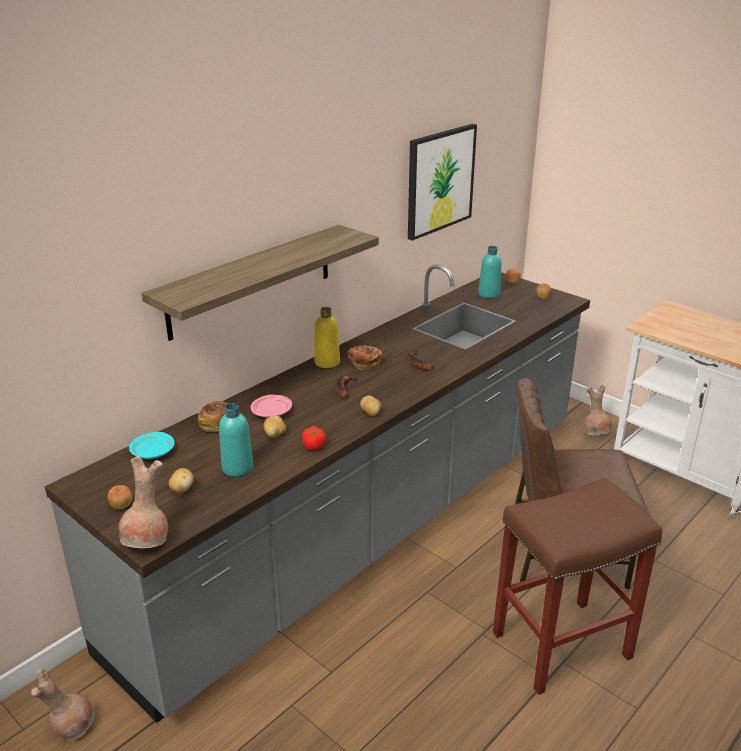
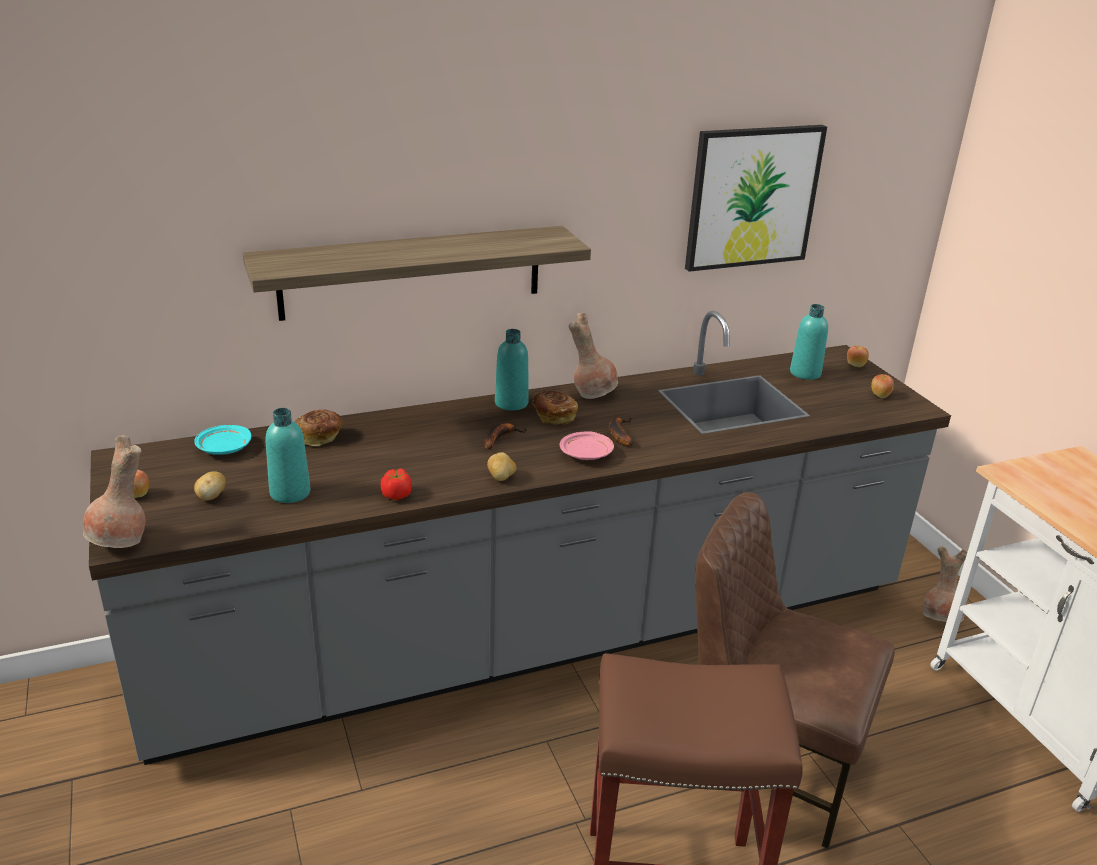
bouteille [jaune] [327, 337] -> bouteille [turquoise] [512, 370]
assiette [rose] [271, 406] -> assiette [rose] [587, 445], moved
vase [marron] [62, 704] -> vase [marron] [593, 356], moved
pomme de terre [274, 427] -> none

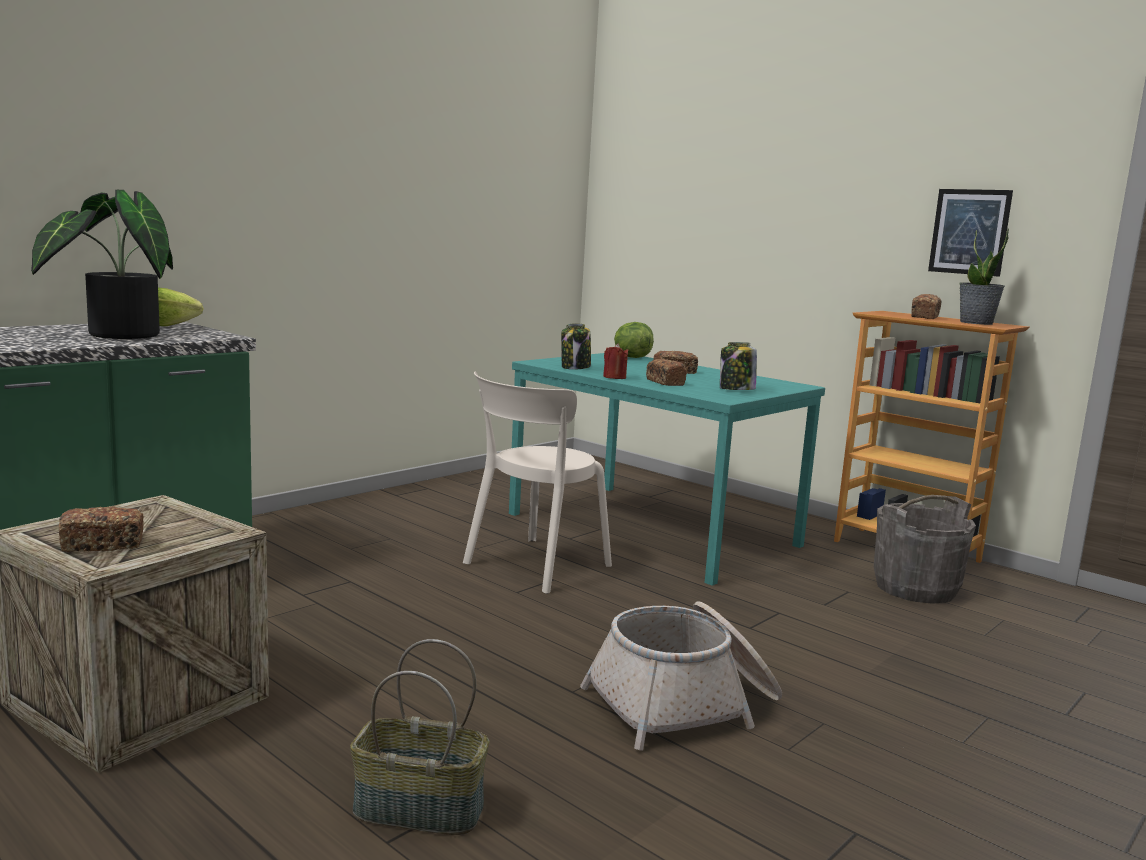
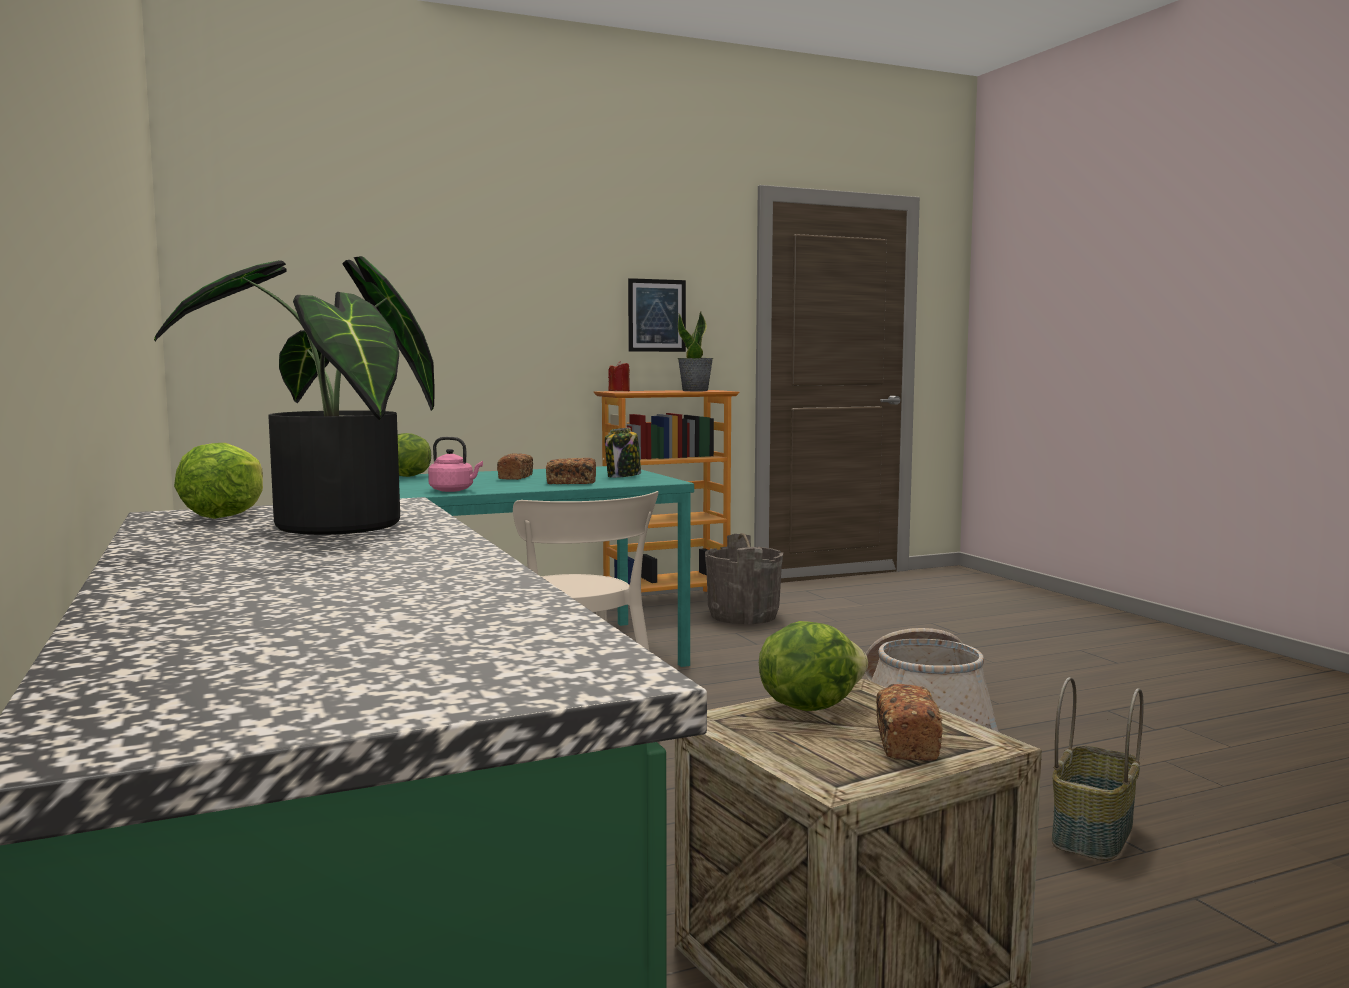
bocal [576, 346] -> bouilloire [rose] [455, 464]
bougie [rouge] [616, 361] -> bougie [rouge] [619, 376], moved
none -> laitue [813, 666]
pain [926, 306] -> none

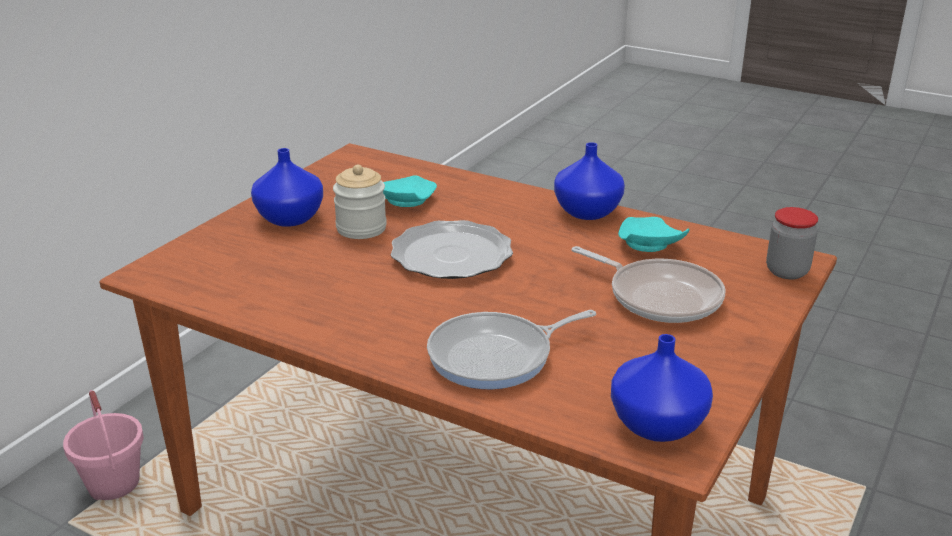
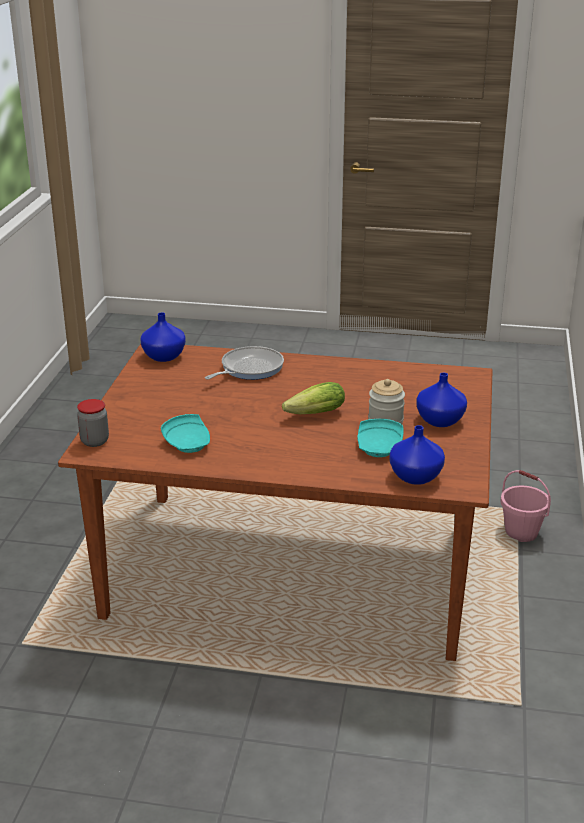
assiette [452, 249] -> laitue [313, 398]
vase [bleu] [589, 181] -> vase [bleu] [417, 455], moved
poêle [648, 284] -> none

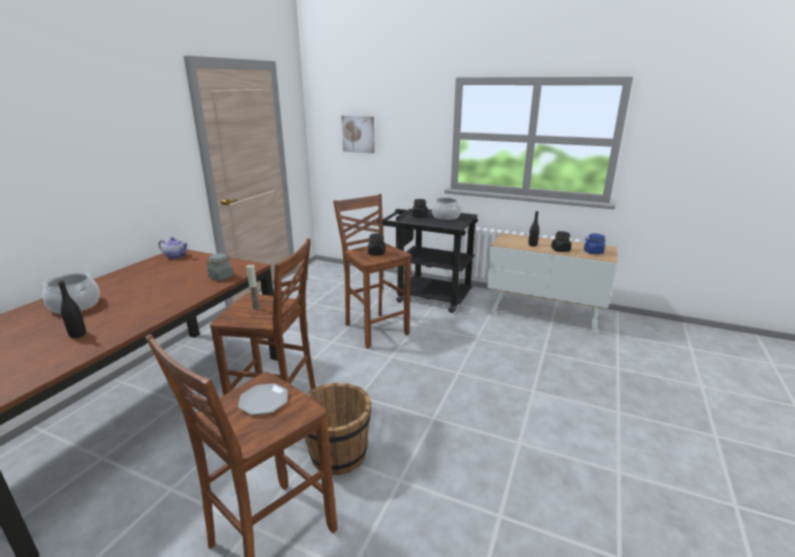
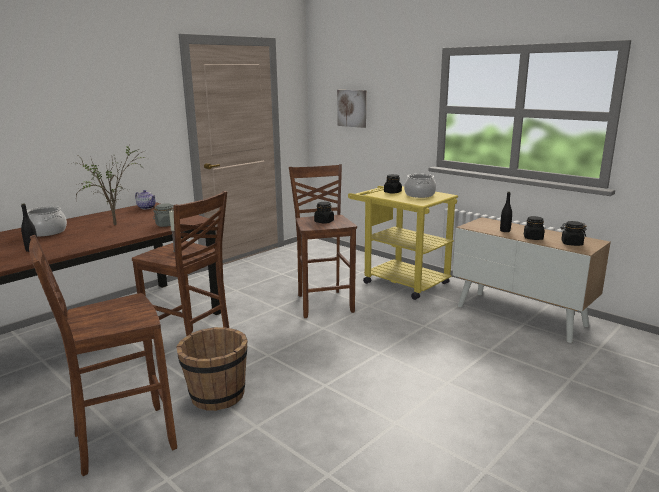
none -> plante en pot [113, 185]
chariot [noir] [427, 261] -> chariot [jaune] [403, 243]
bocal [bleu] [595, 243] -> bocal [noir] [574, 233]
assiette [263, 399] -> none

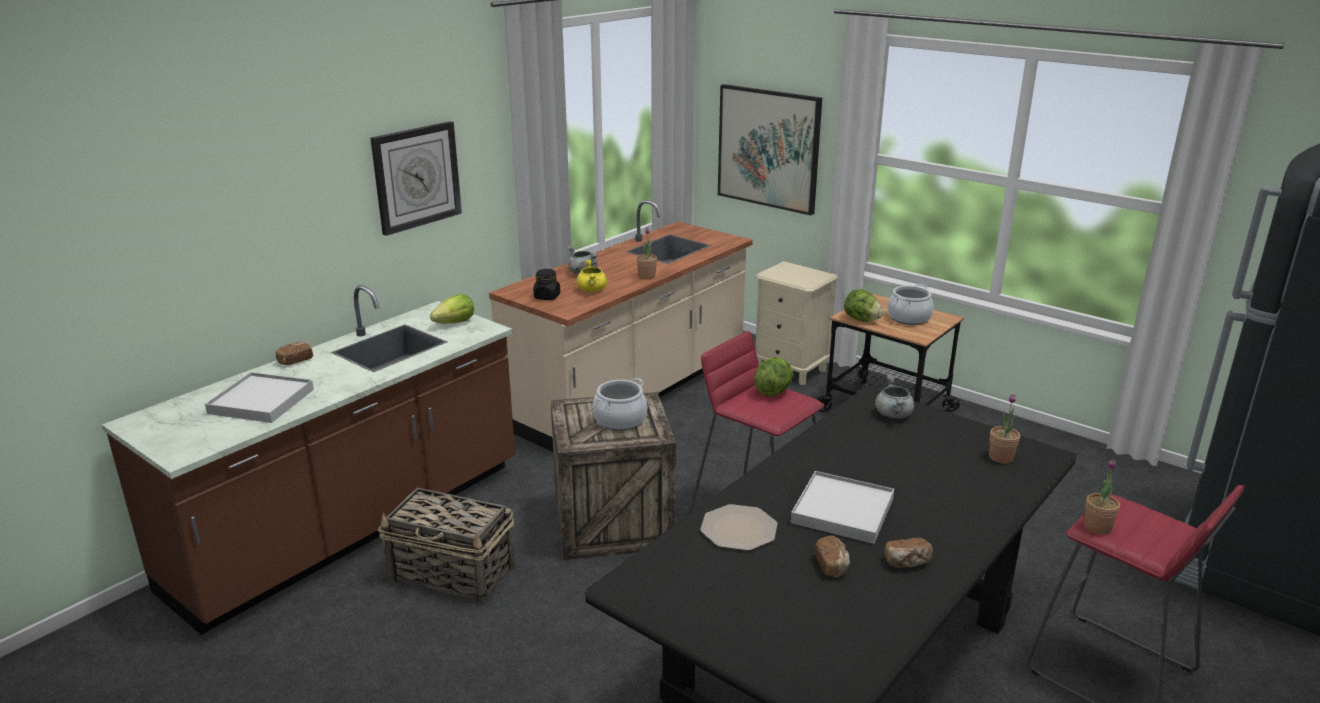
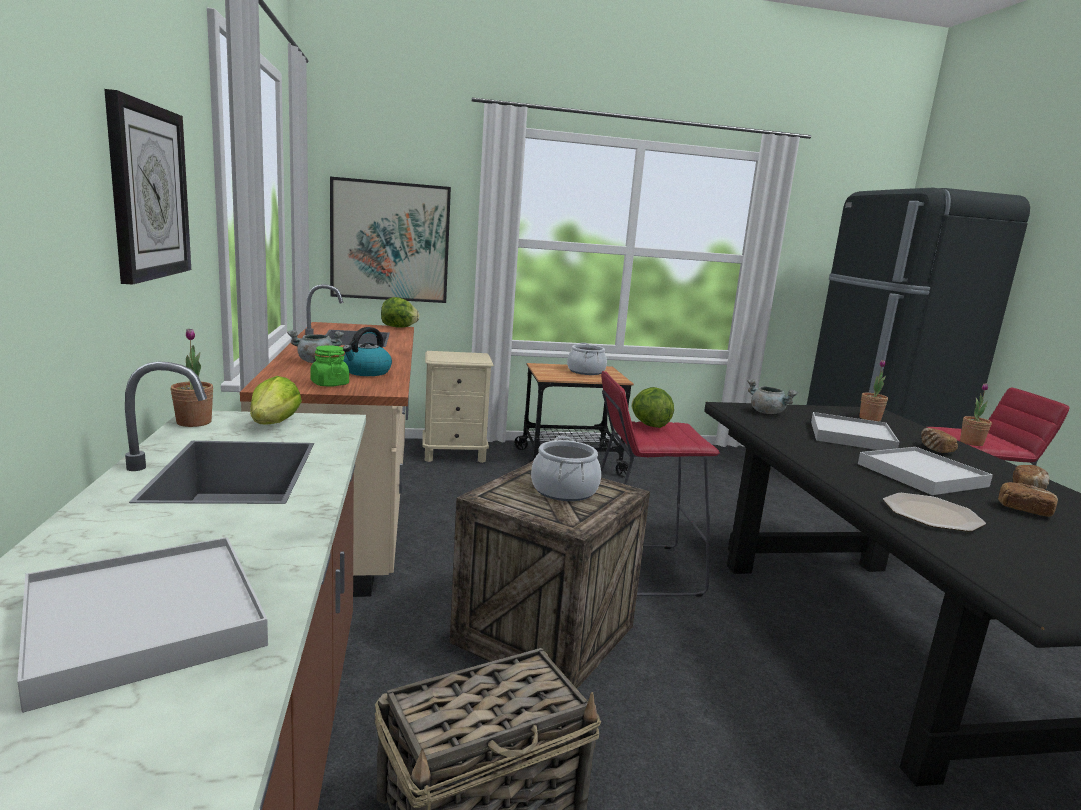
plante en pot [647, 254] -> plante en pot [191, 378], moved
bocal [noir] [546, 284] -> bocal [vert] [330, 366]
marmite [jaune] [592, 275] -> bouilloire [367, 351]
laitue [864, 305] -> laitue [400, 312], moved
none -> plateau [blanc] [855, 431]
pain [294, 353] -> pain [939, 440], moved

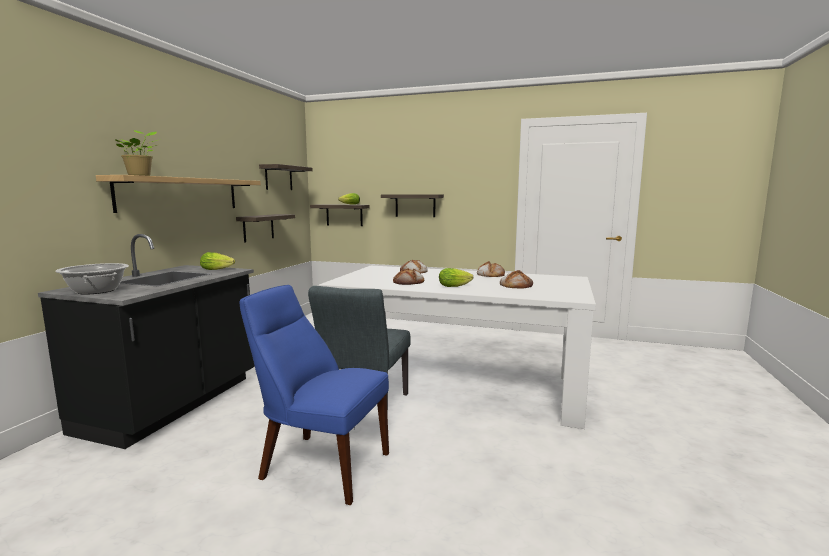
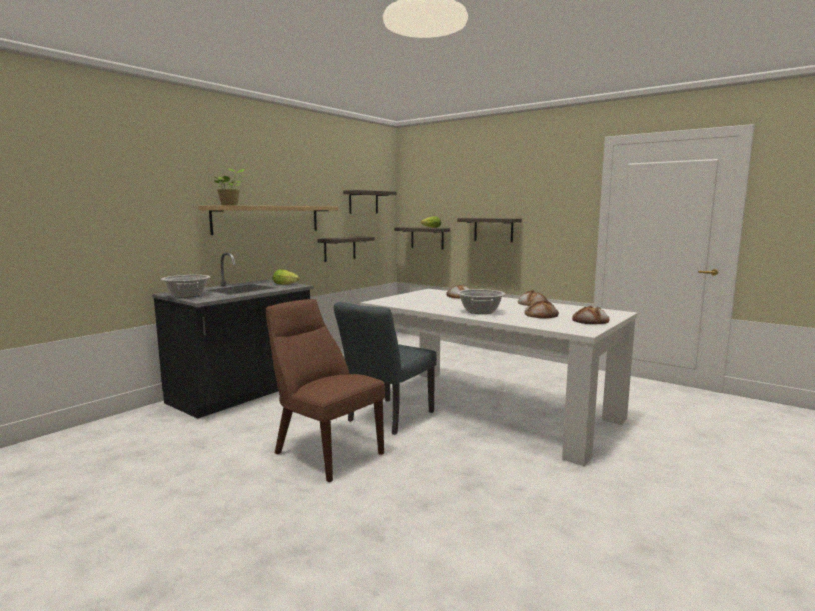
chaise [bleu] [314, 395] -> chaise [marron] [325, 390]
laitue [456, 277] -> marmite [481, 301]
pain [408, 276] -> pain [591, 315], moved

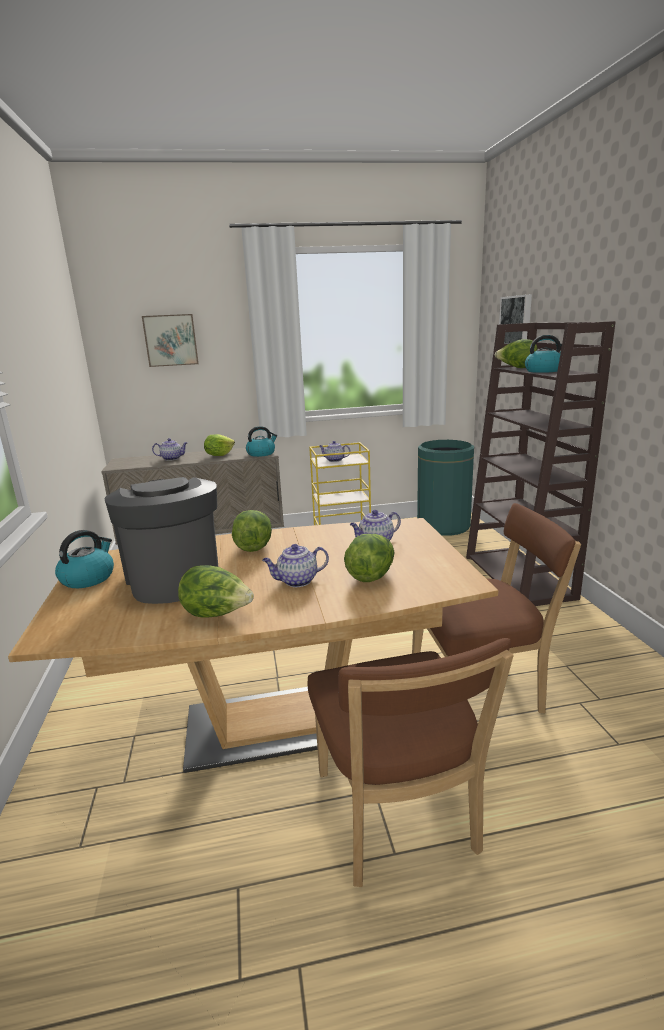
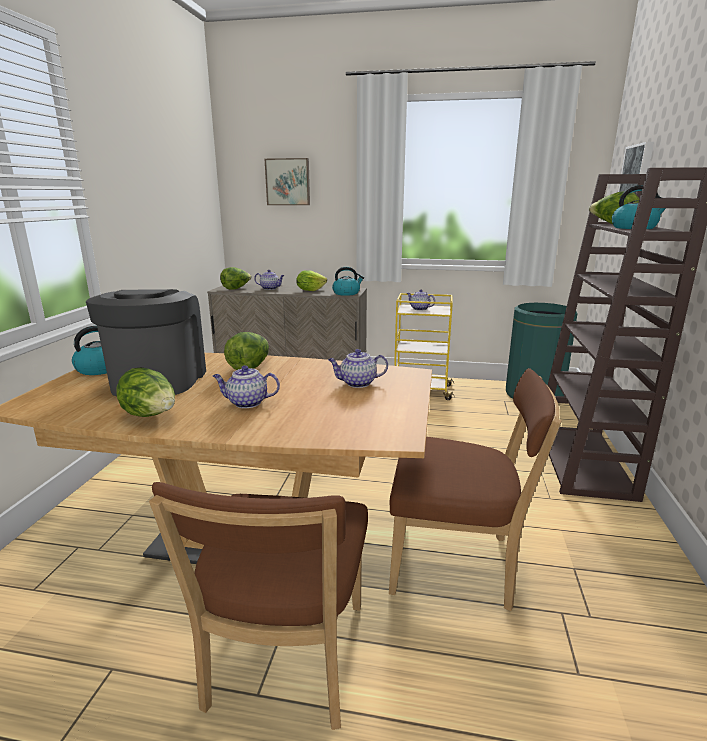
laitue [369, 558] -> laitue [236, 278], moved

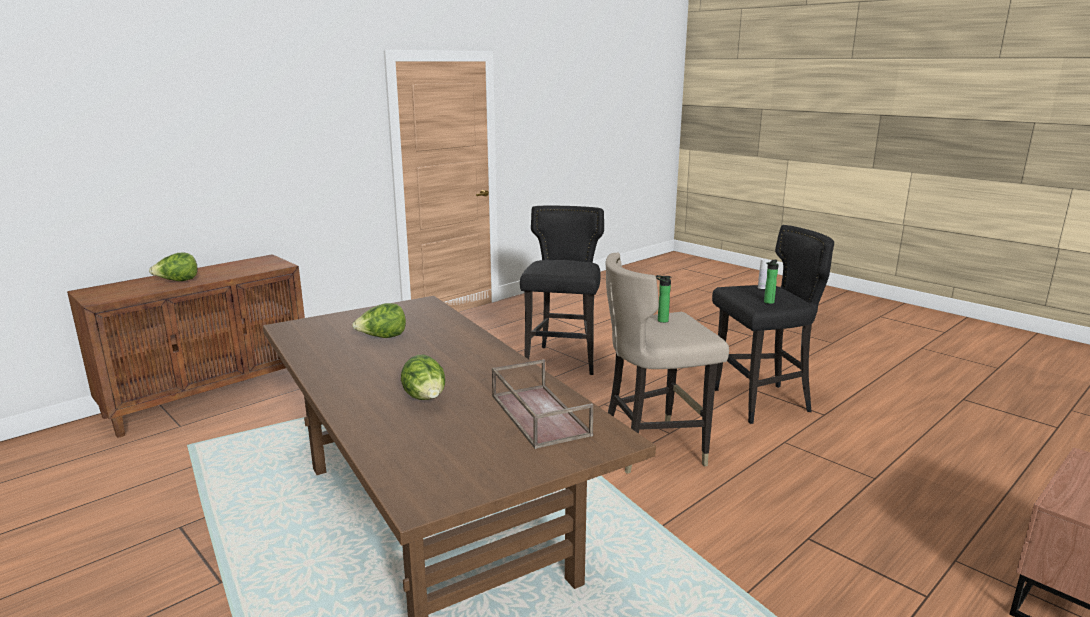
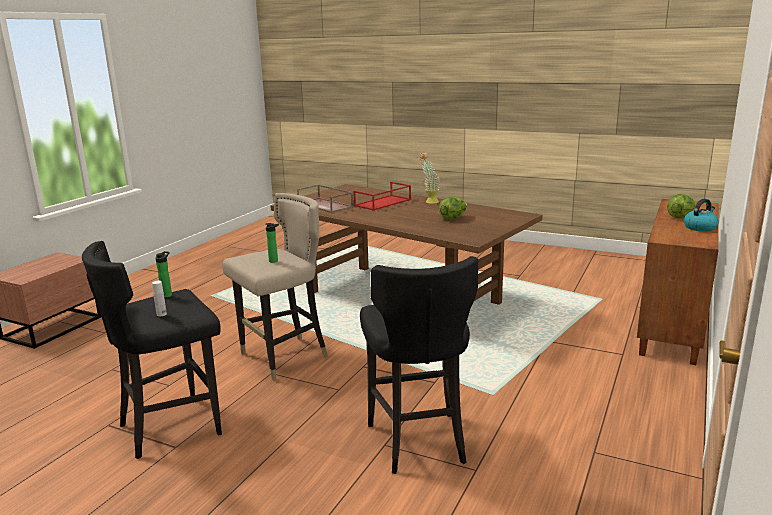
laitue [423, 377] -> plateau [rouge] [382, 196]
none -> plante en pot [429, 178]
none -> bouilloire [701, 215]

